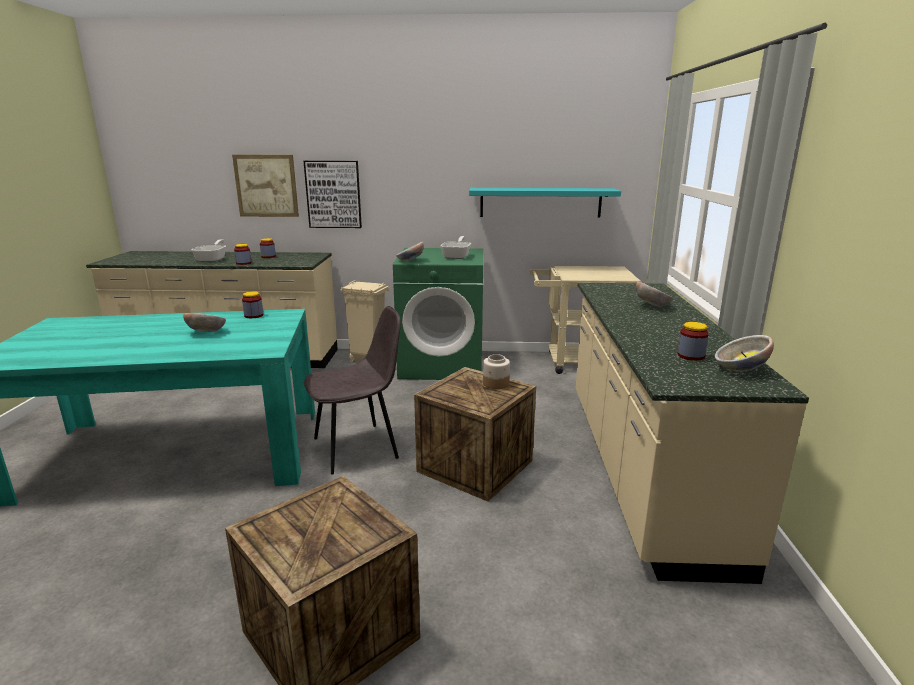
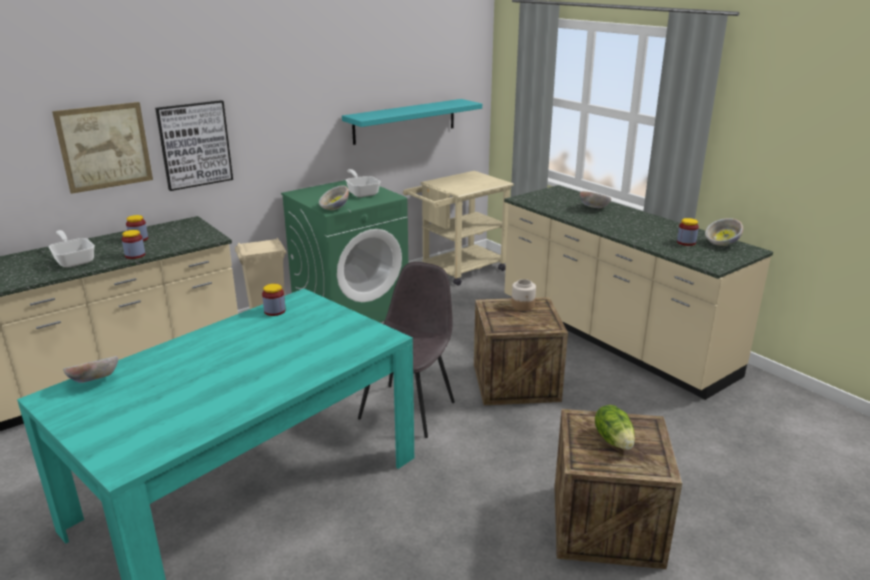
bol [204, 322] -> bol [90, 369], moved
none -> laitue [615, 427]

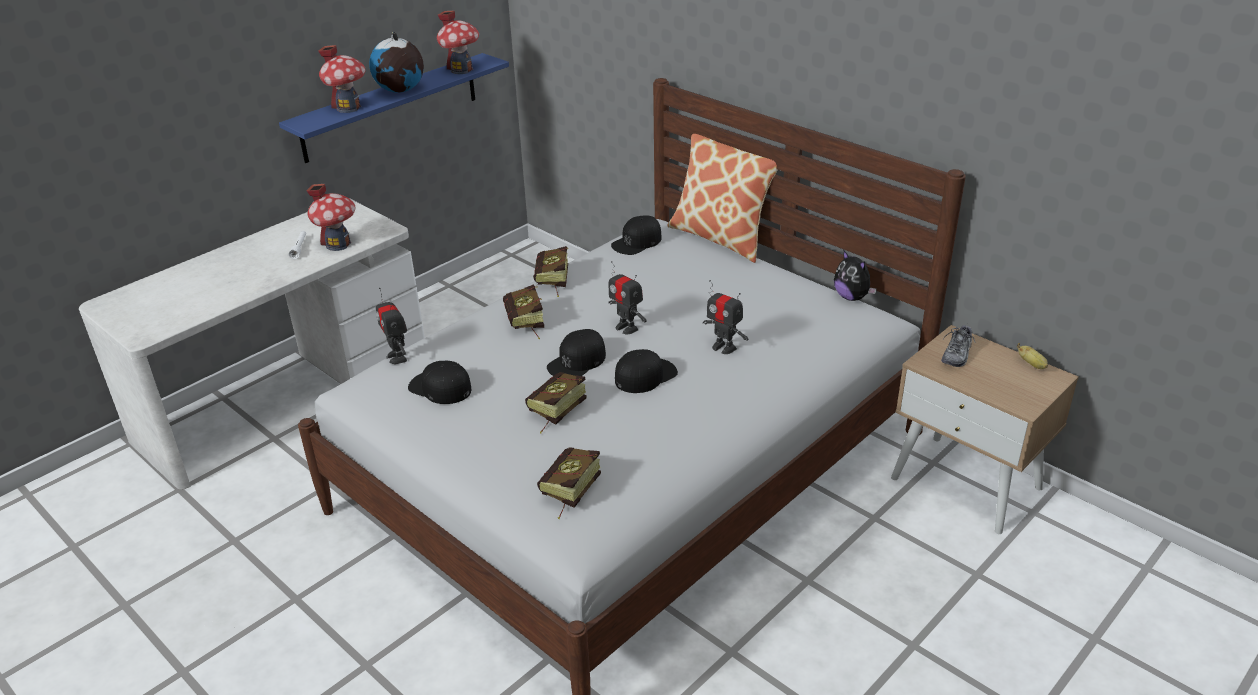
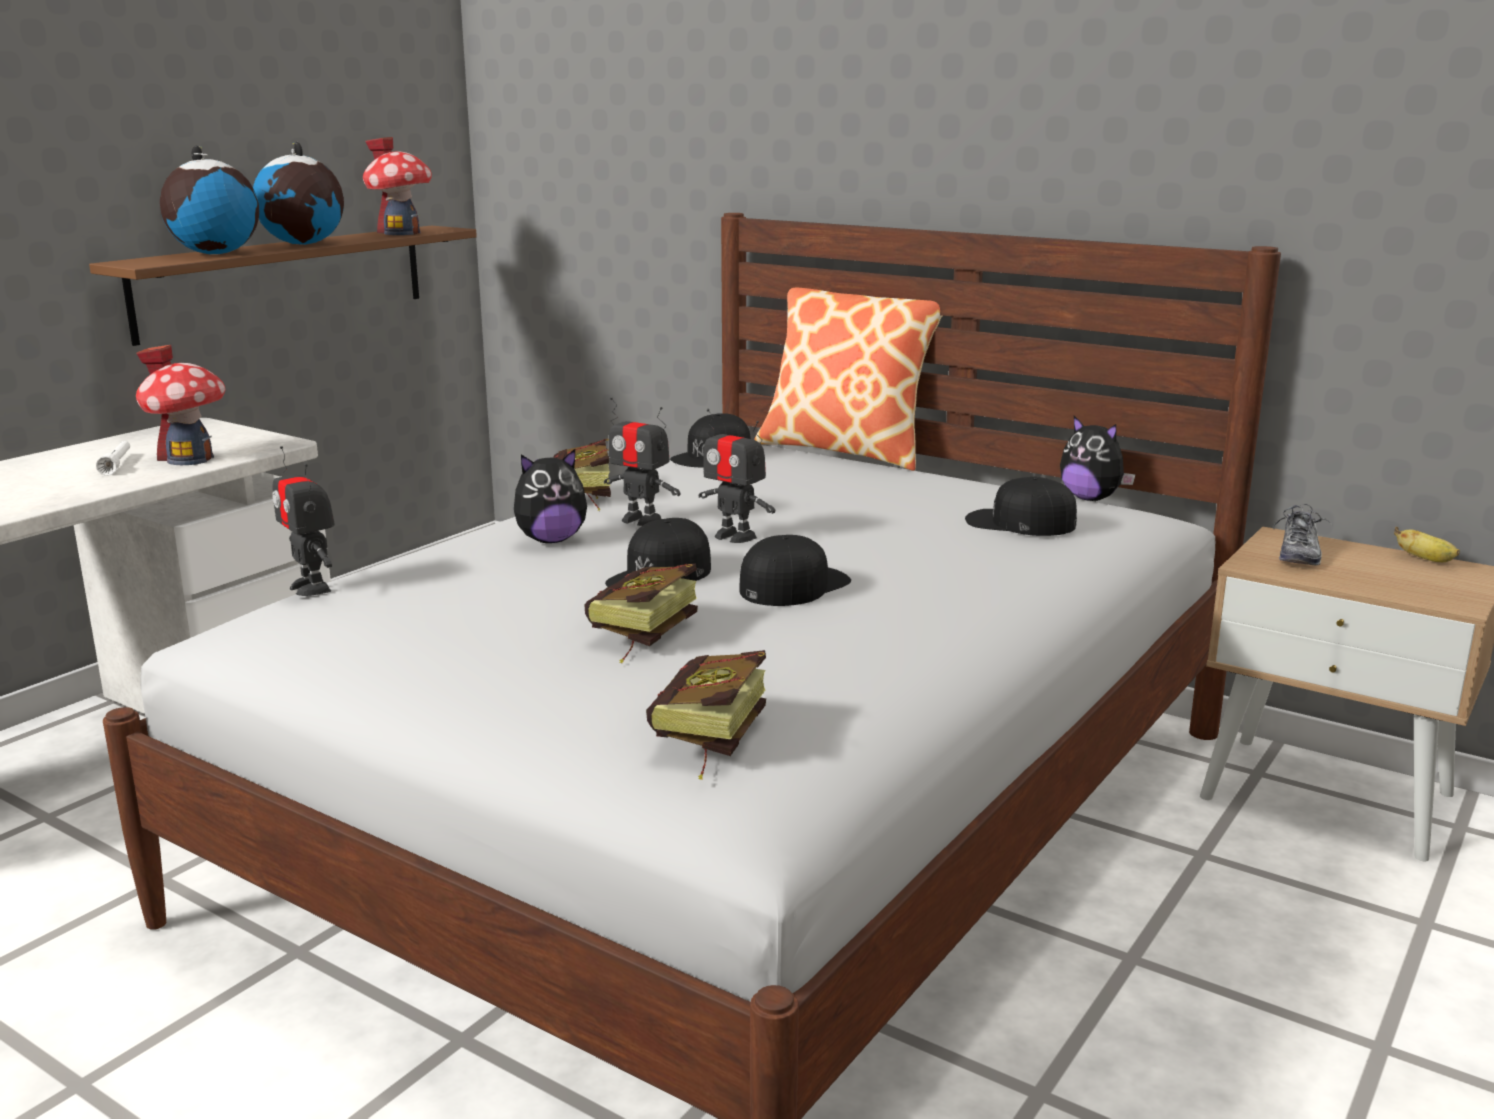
étagère [bleu] [394, 108] -> étagère [marron] [283, 286]
maison miniature [342, 79] -> globe [209, 199]
livre [523, 312] -> peluche [550, 496]
robot jouet [726, 317] -> robot jouet [642, 461], moved
casquette [noir] [439, 382] -> casquette [noir] [1021, 506], moved

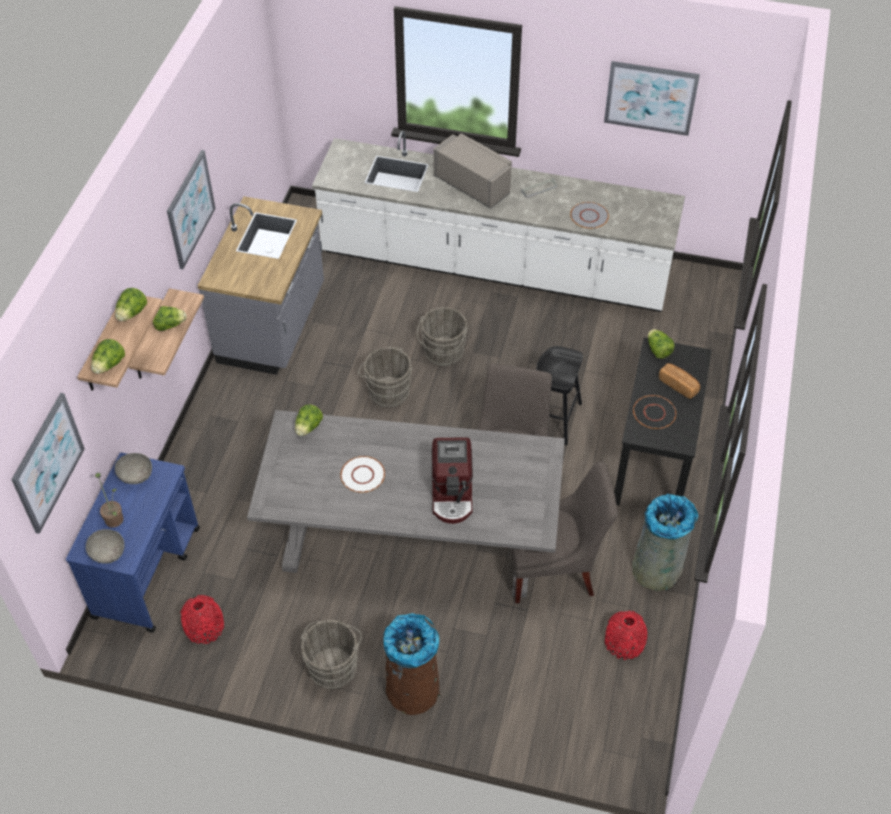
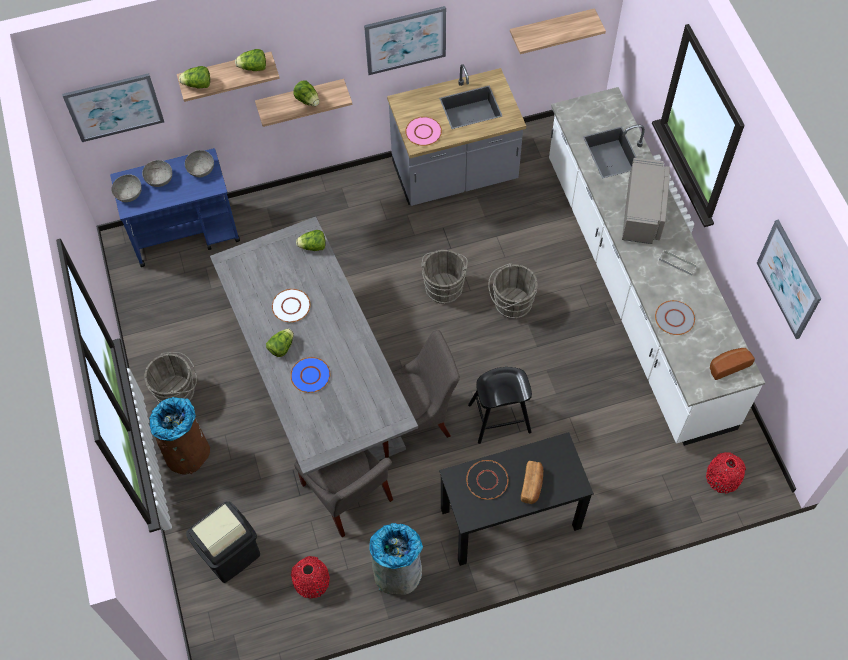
plante en pot [109, 500] -> bol [gris] [157, 173]
none -> poubelle [noir] [223, 542]
laitue [661, 344] -> laitue [280, 343], moved
machine à café [452, 480] -> assiette [bleu] [310, 375]
none -> assiette [rose] [423, 131]
none -> étagère [558, 31]
vase [rouge] [202, 619] -> vase [rouge] [726, 473], moved
none -> pain [732, 364]

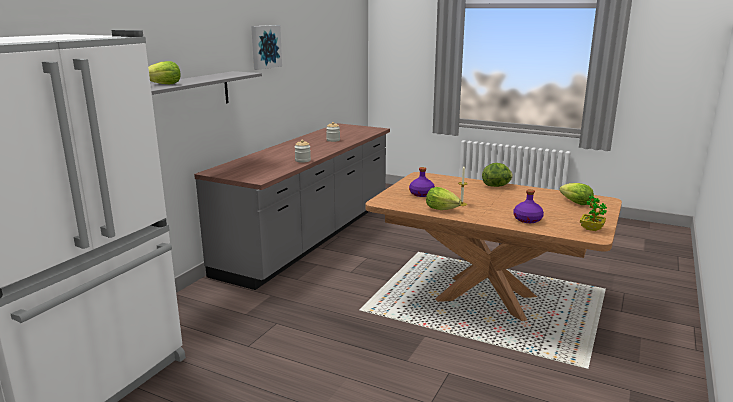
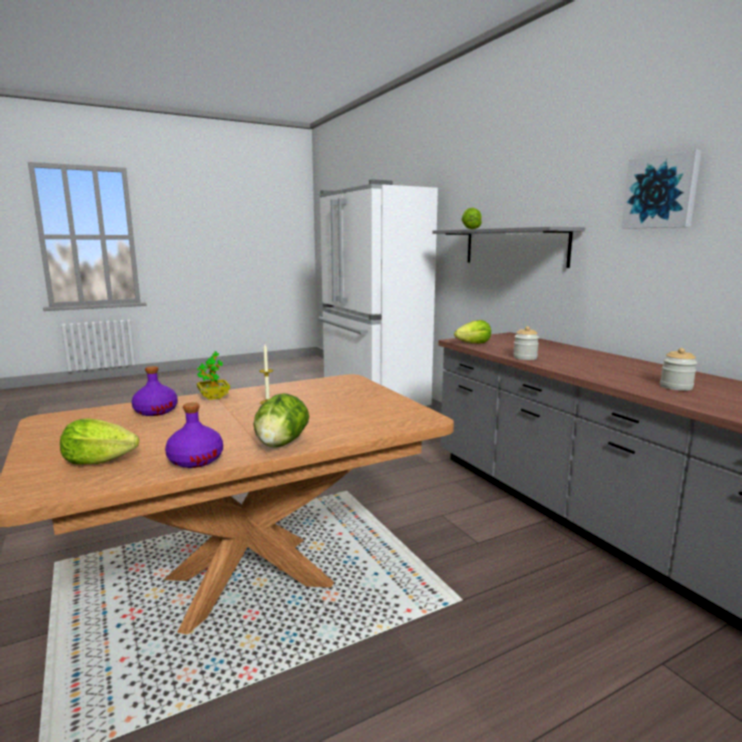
bouteille [violet] [422, 182] -> bouteille [violet] [194, 435], moved
plante en pot [593, 213] -> plante en pot [213, 375], moved
laitue [444, 198] -> laitue [472, 332], moved

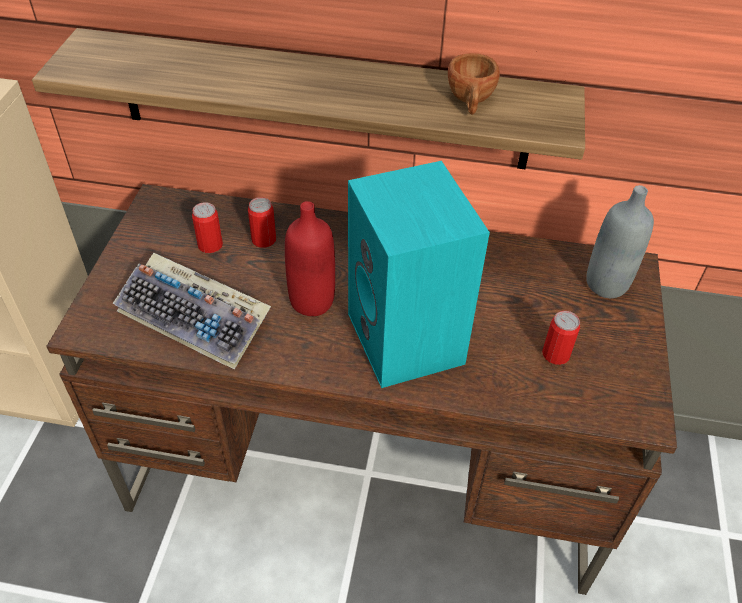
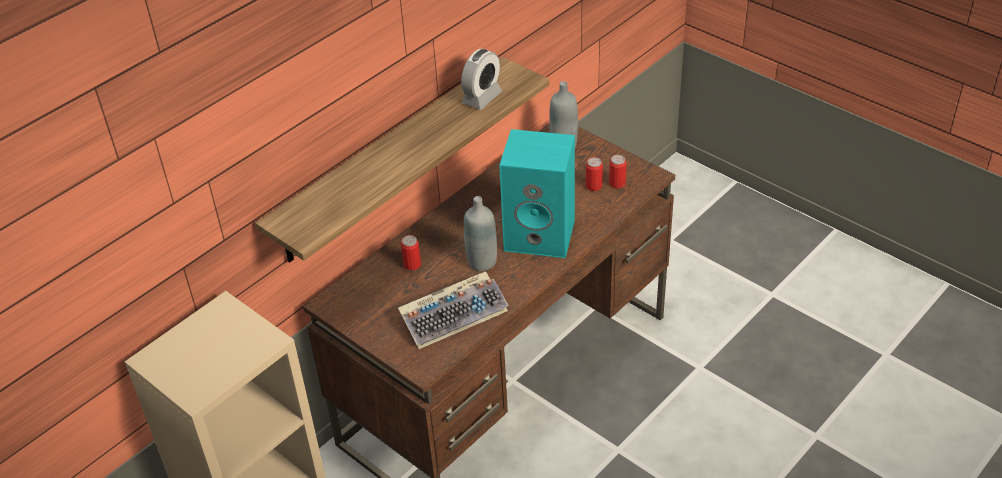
tasse [marron] [474, 84] -> réveil [481, 79]
bouteille [rouge] [310, 258] -> bouteille [gris] [480, 233]
boîte métallique [207, 227] -> boîte métallique [618, 172], moved

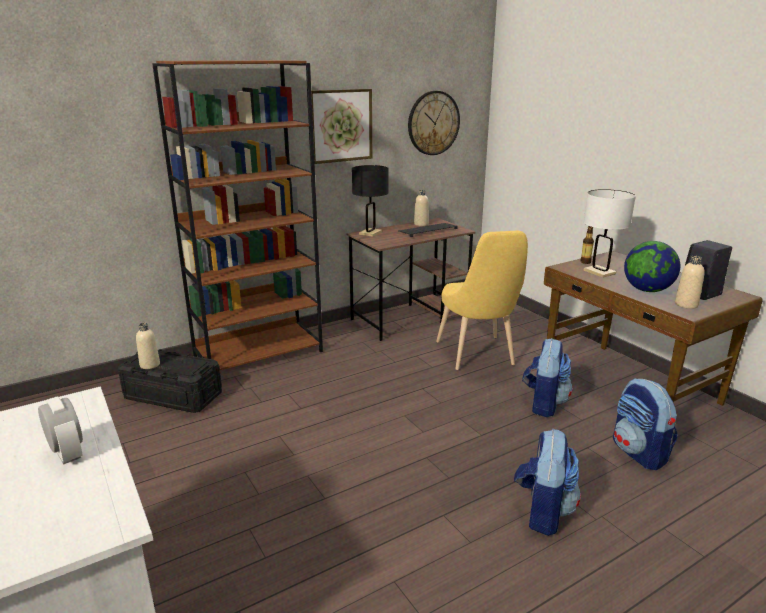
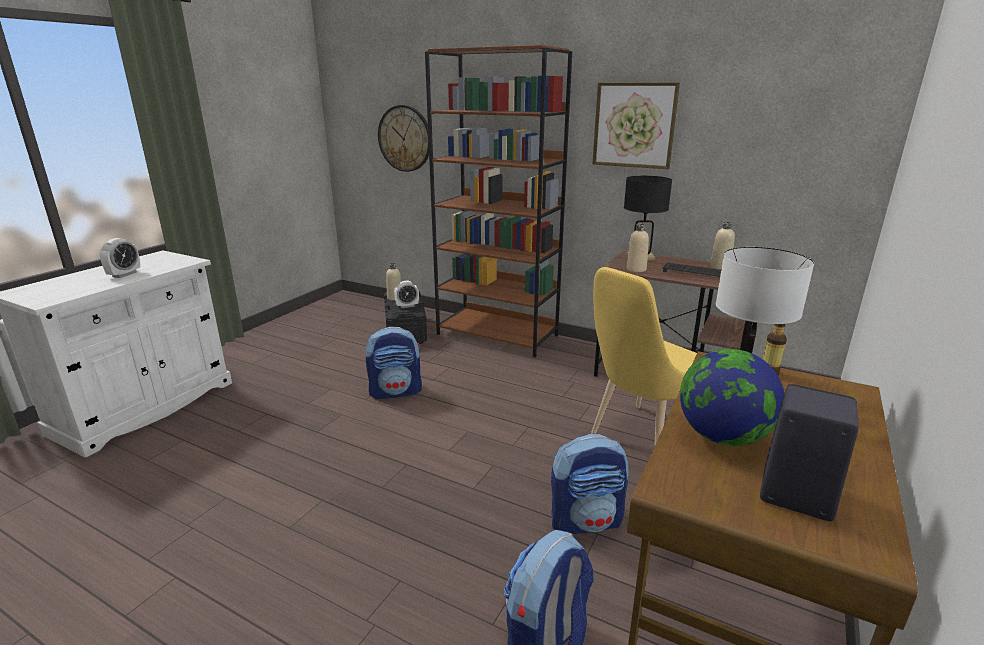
sac à dos [547, 482] -> sac à dos [394, 362], moved
horloge murale [434, 123] -> horloge murale [403, 138], moved
none -> réveil [406, 294]
bouteille [beige] [690, 282] -> bouteille [beige] [637, 248], moved

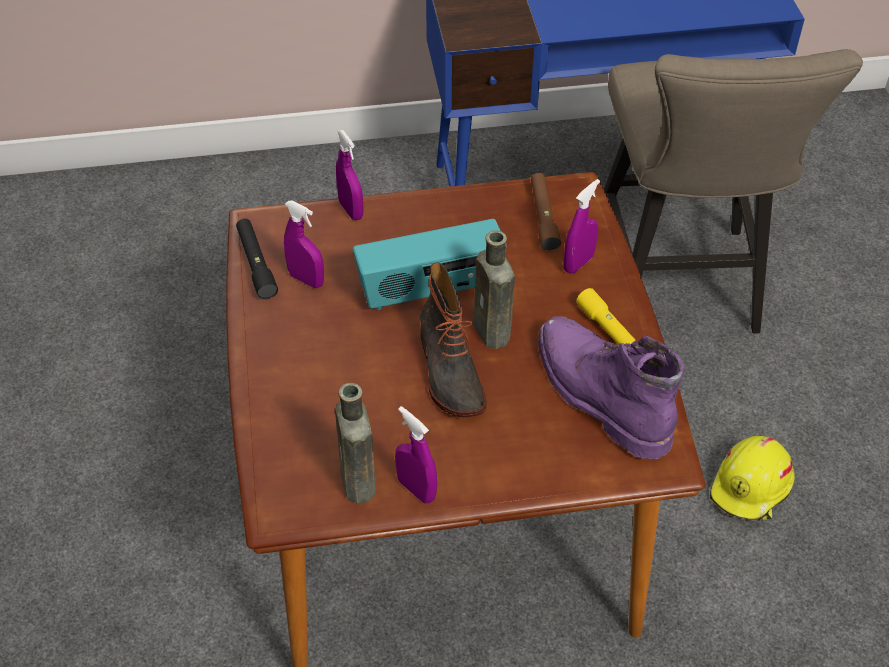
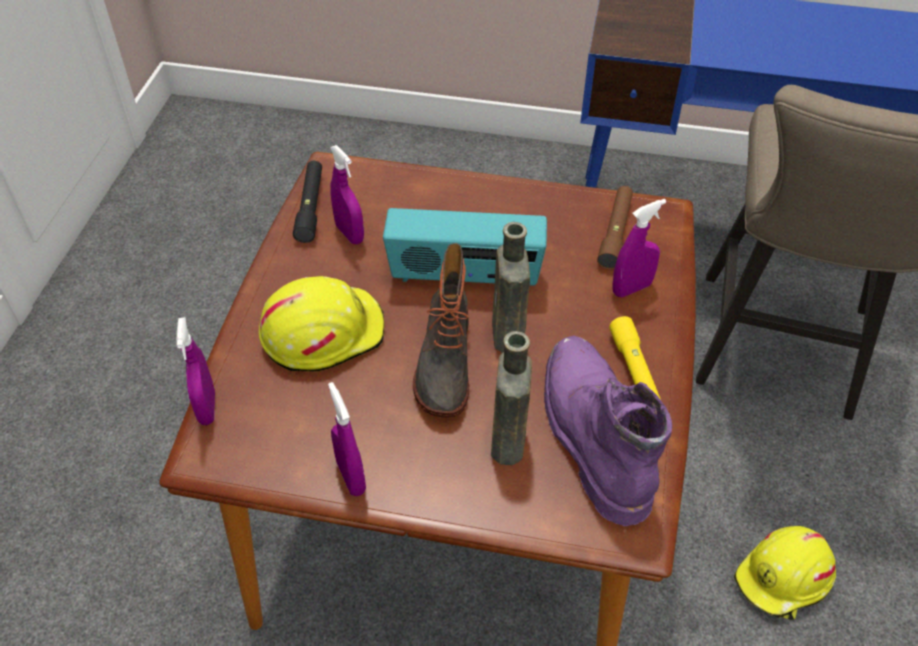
vaporisateur [violet] [350, 175] -> vaporisateur [violet] [195, 371], moved
none -> casque de chantier [jaune] [321, 324]
bouteille [marron] [355, 443] -> bouteille [marron] [511, 398], moved

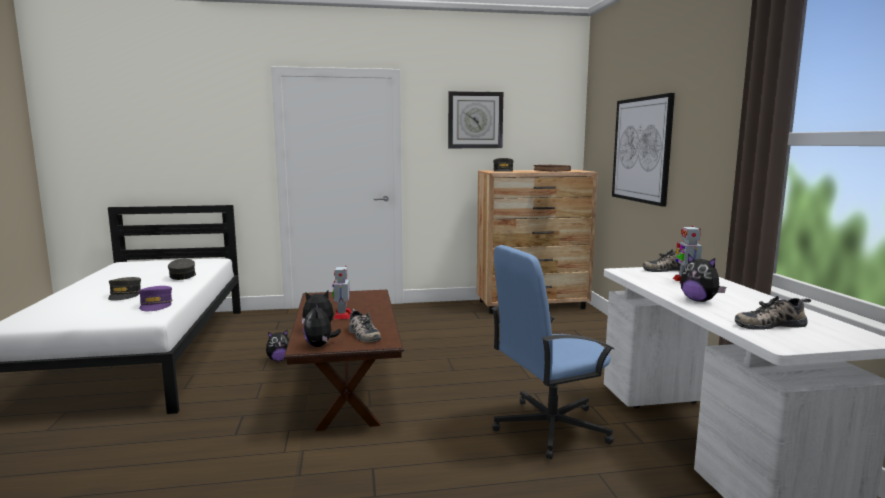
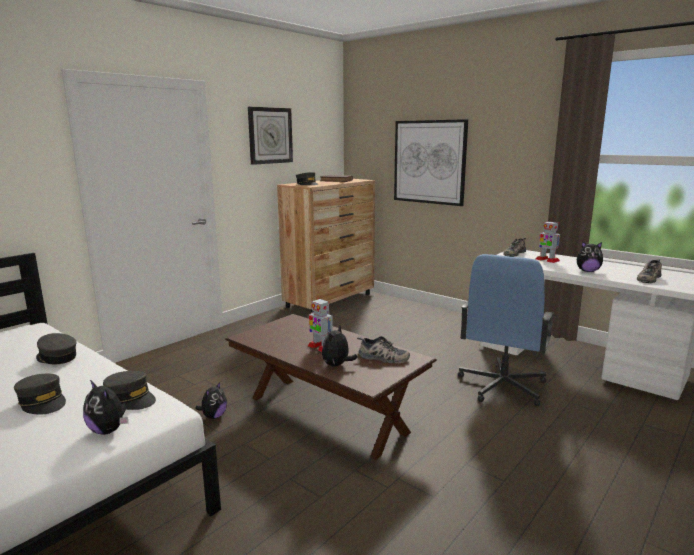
peluche [322, 325] -> peluche [105, 407], moved
casquette [violet] [155, 298] -> casquette [gris] [129, 390]

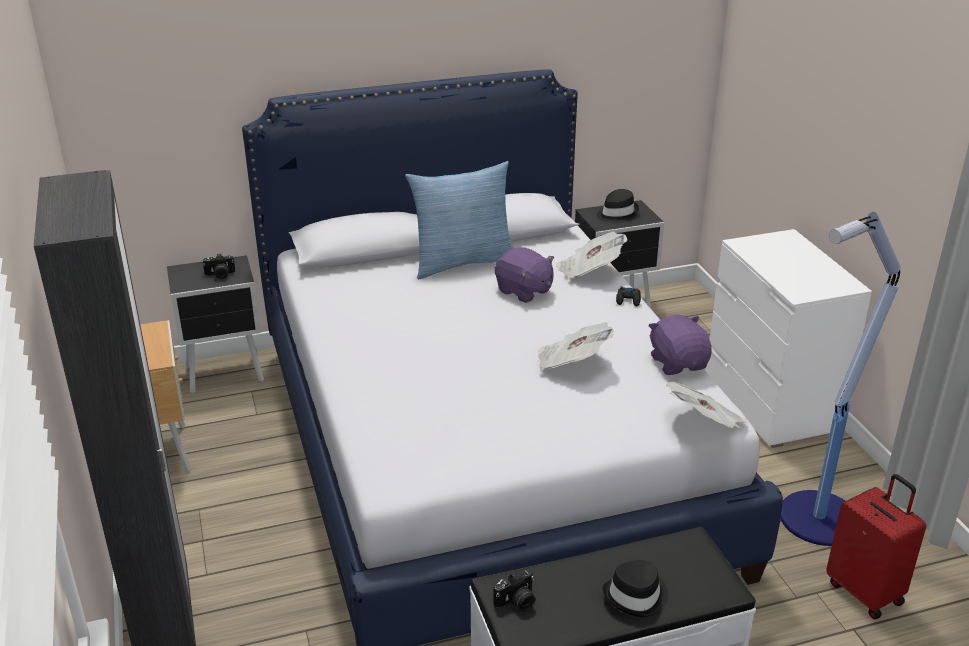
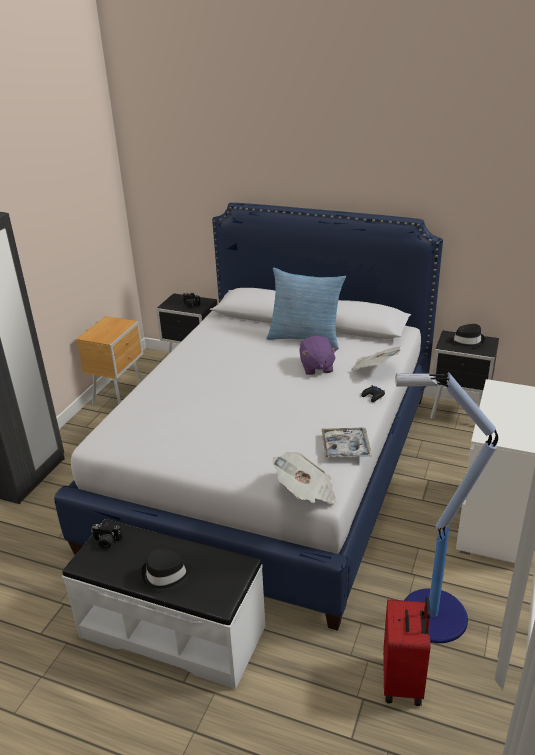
peluche [violet] [680, 345] -> plateau [346, 443]
journal [576, 346] -> none

